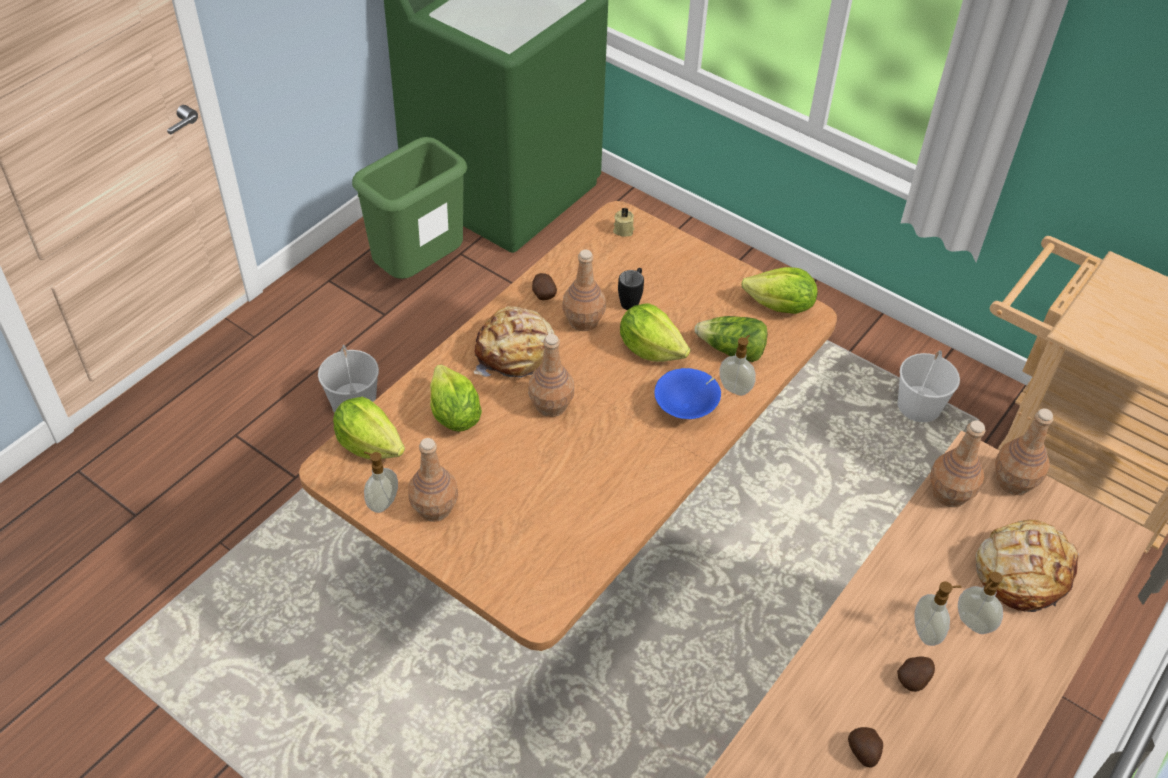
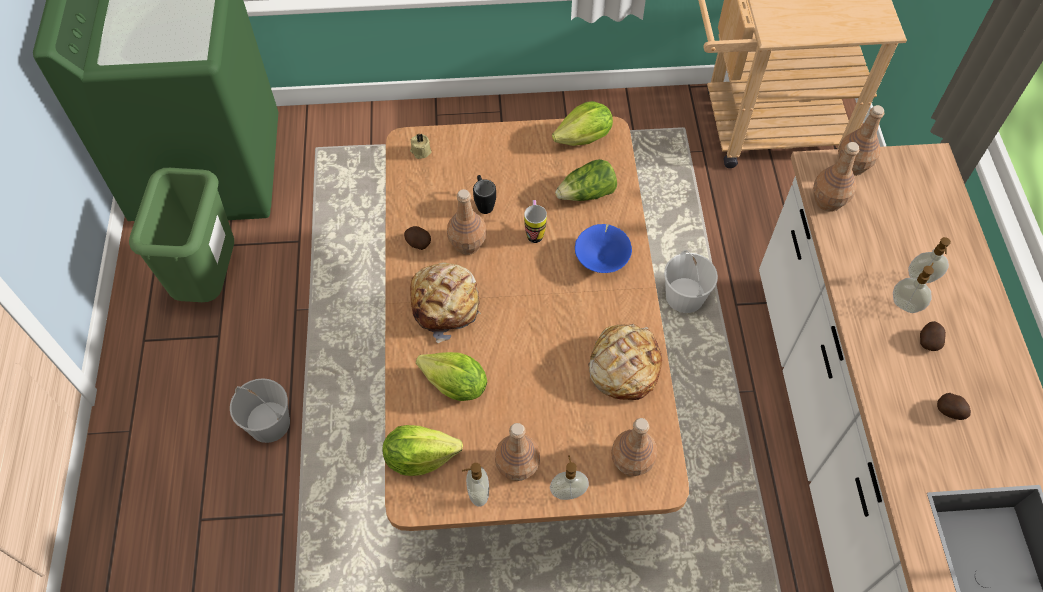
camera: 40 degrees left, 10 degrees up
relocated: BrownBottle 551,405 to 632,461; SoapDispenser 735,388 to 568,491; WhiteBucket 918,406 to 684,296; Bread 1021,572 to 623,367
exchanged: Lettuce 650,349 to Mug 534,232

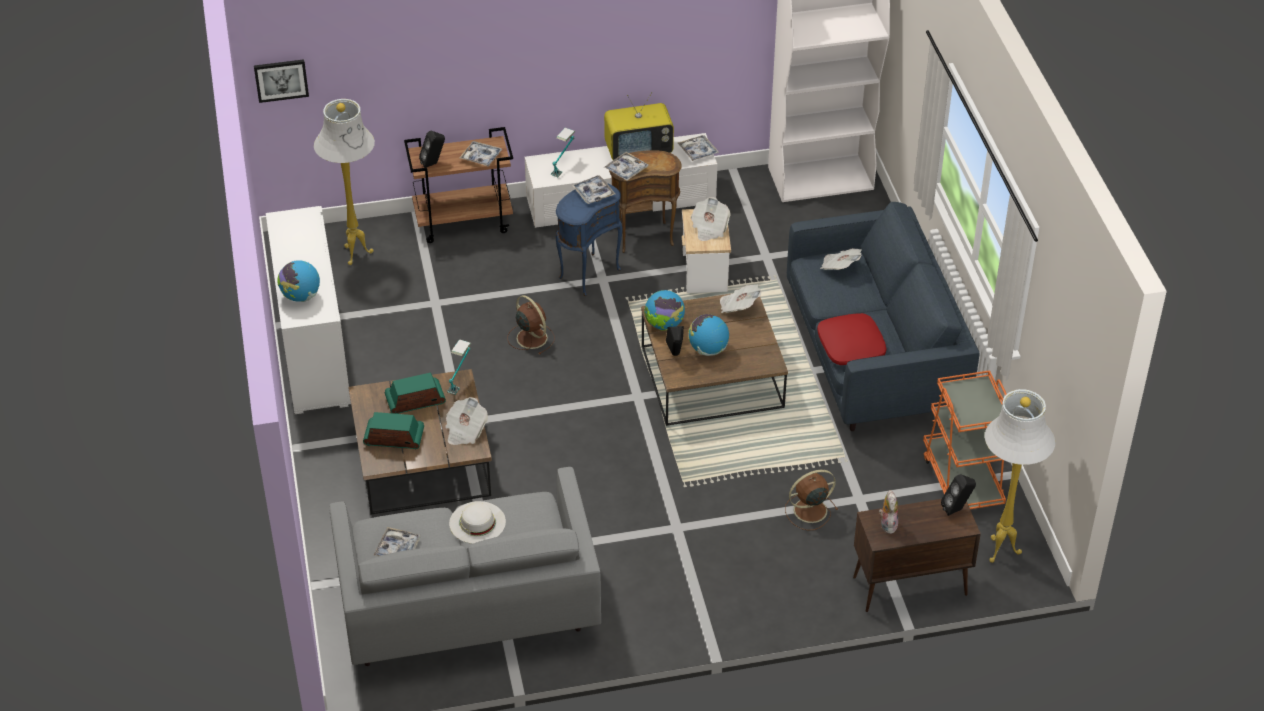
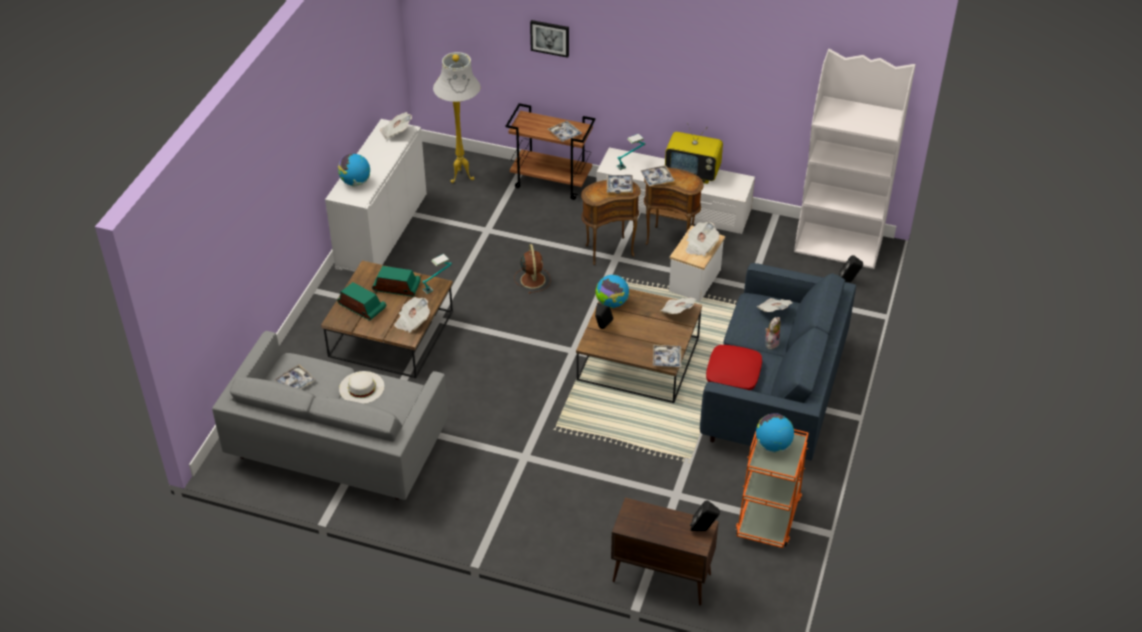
camera: 30 degrees right, 0 degrees up
missing: BrownFan 808,511; WhiteFloorLamp 999,550
appeared: Newspaper 396,132
relocated: Picture 281,80 to 550,38; BlackSpeaker 433,163 to 848,281; Tray 698,151 to 666,359; Globe 708,349 to 773,445; PlushToy 887,524 to 771,342
colour: BlueSideTable 587,273 to BrownSideTable 608,250

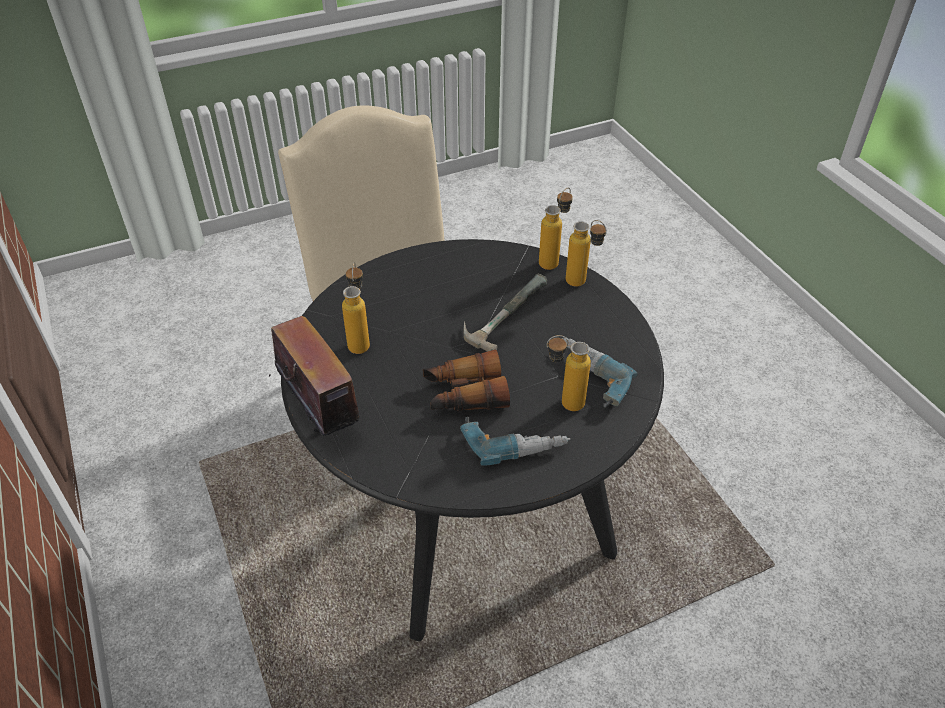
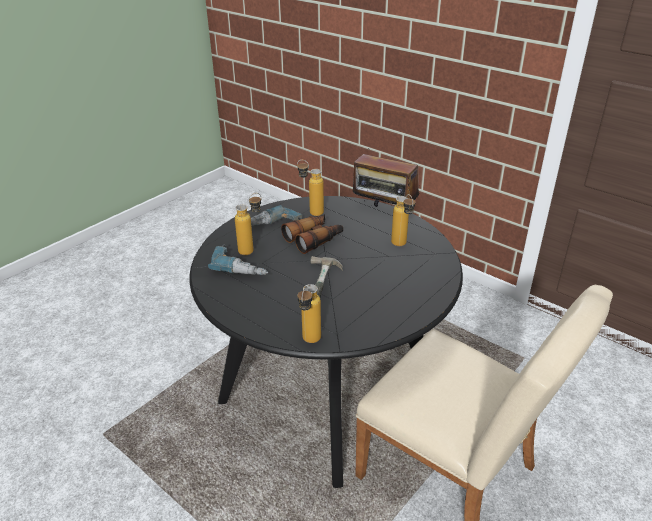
camera: 155 degrees right, 10 degrees down
relocated: Bottle 582,284 to 311,212

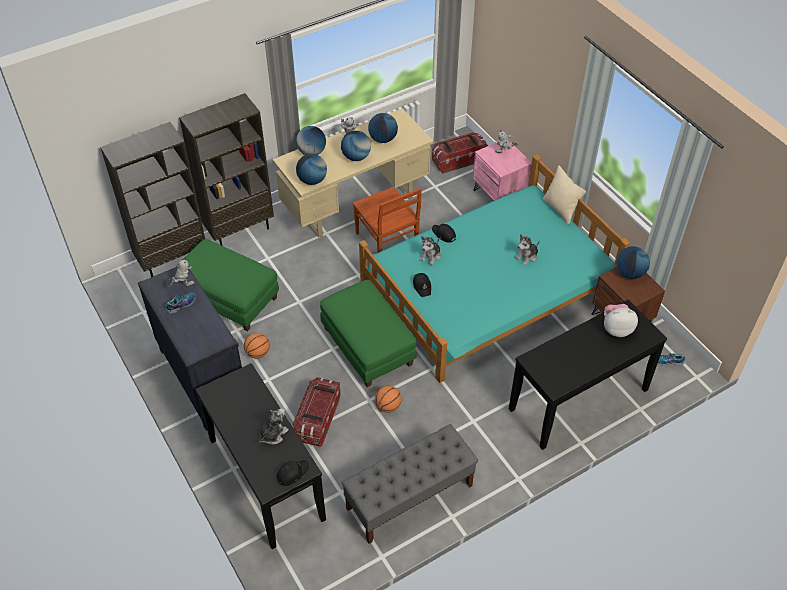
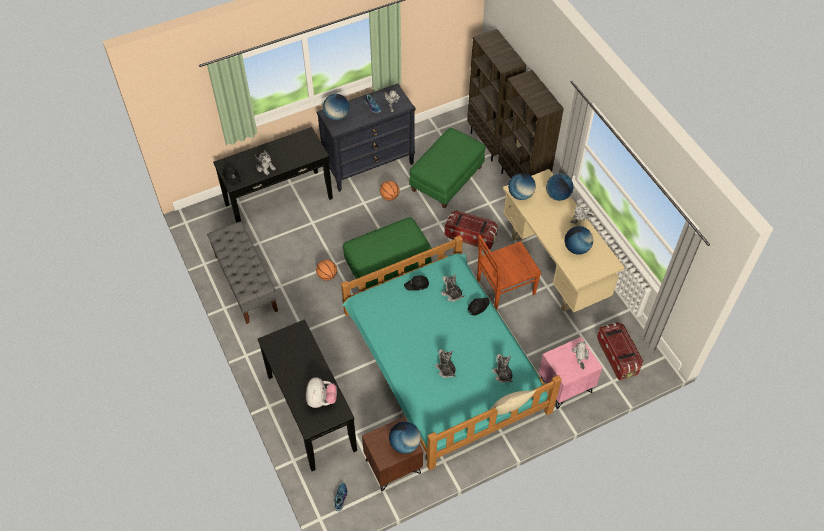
camera: 95 degrees right, 5 degrees up
appeared: PlushToy 502,374
relocated: StorageBox 318,419 to 470,236; Globe 356,157 to 337,116

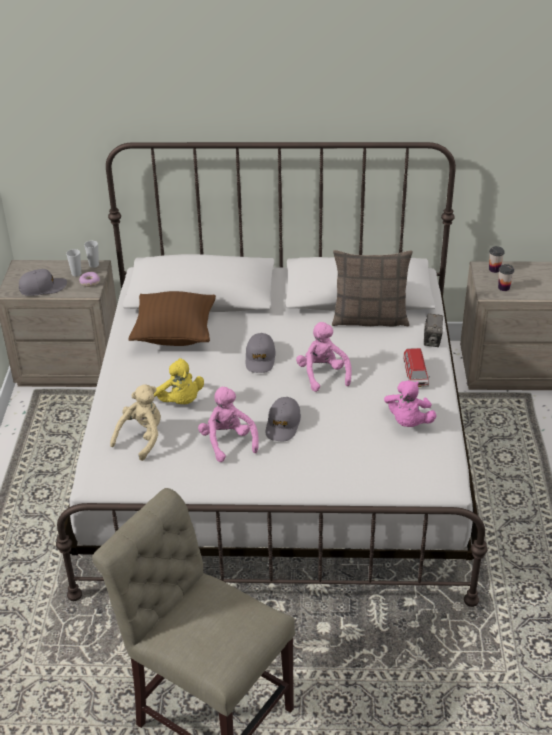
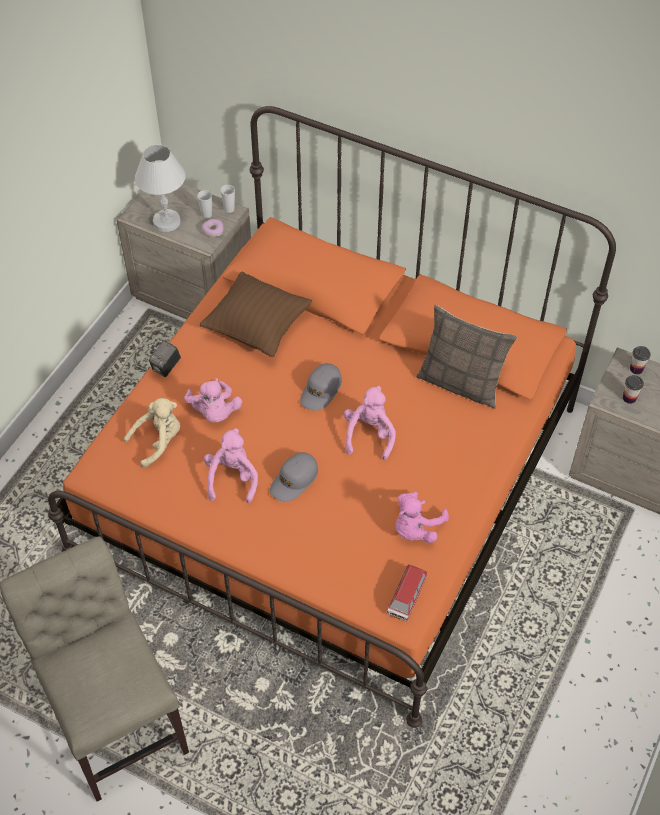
camera: 25 degrees right, 15 degrees up
relocated: ToyCar 415,375 to 406,597; PhotoCamera 432,341 to 166,367
exchanged: GreyCap 43,288 to WhiteTableLamp 166,221
colour: WhiteBed 277,456 to OrangeBed 329,478; YellowPlushToy 178,402 to PinkPlushToy 214,412

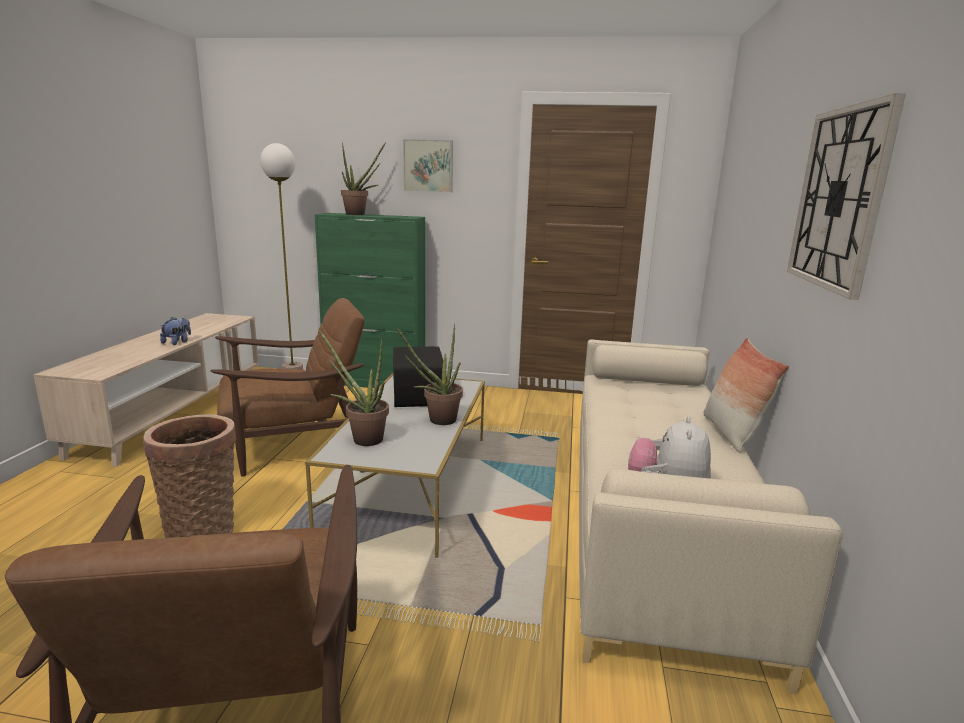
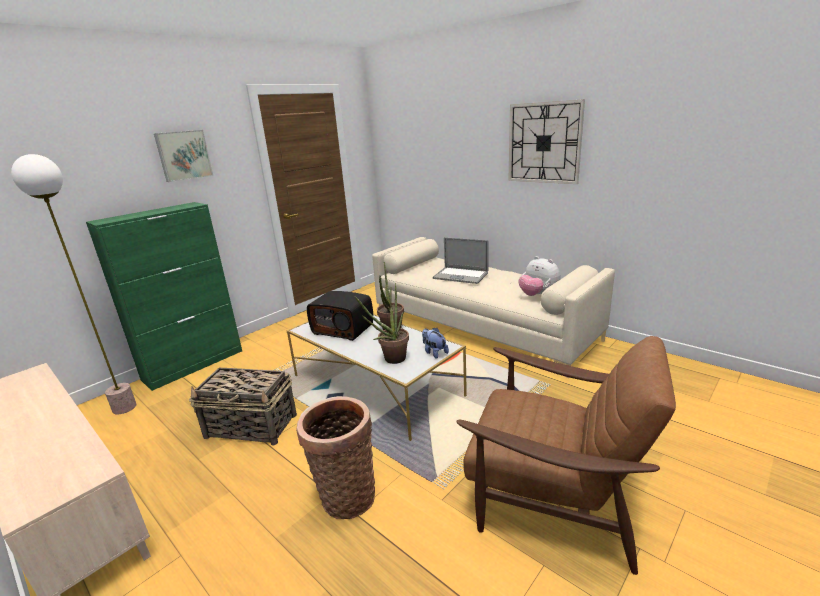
camera: 55 degrees left, 5 degrees up
missing: PottedPlant 359,214; Pillow 731,433
appeared: Laptop 460,275
relocated: PlushToy 177,342 to 434,352
exchanged: BrownArmchair 294,443 to Basket 252,426

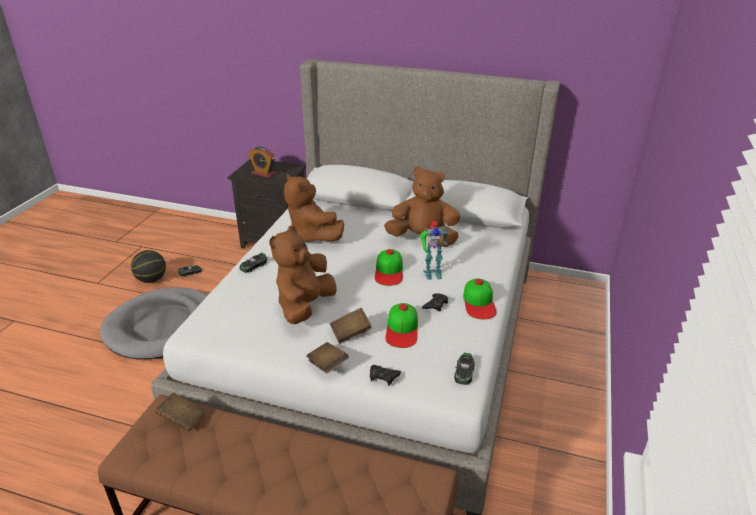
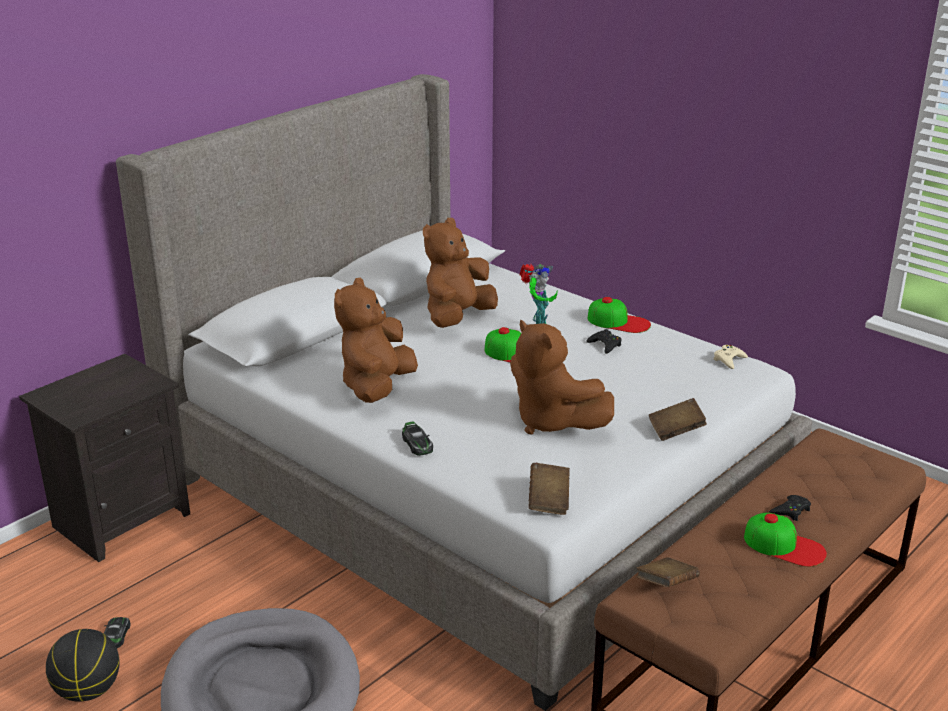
camera: 65 degrees left, 5 degrees down
missing: AlarmClock 263,173
relocated: BrownBook 350,333 to 548,501; BlackGameController 383,376 to 791,511; Cap 402,329 to 784,546
exchanged: ToyCar 464,372 to BeigeGameController 729,360
spun: BrownPlushToy 312,236 = 376,387 120 degrees clockwise

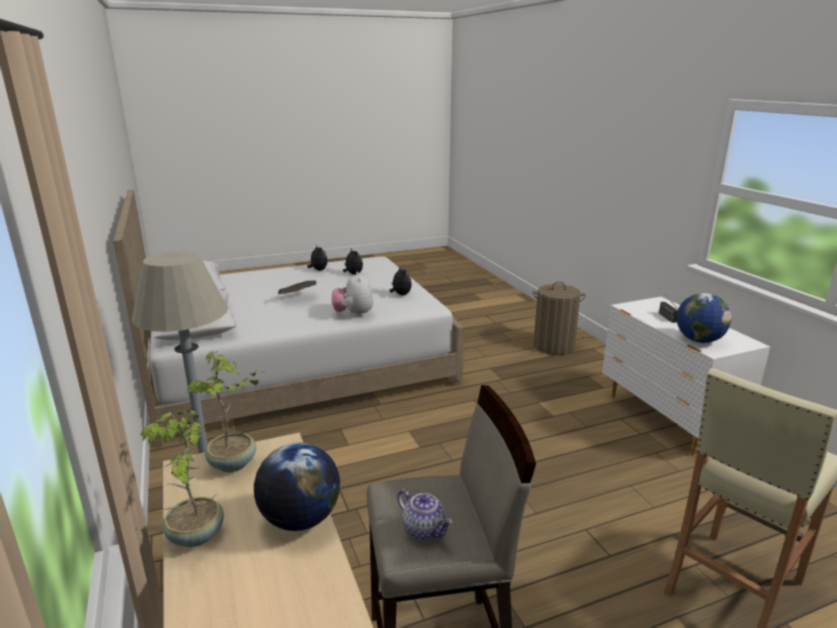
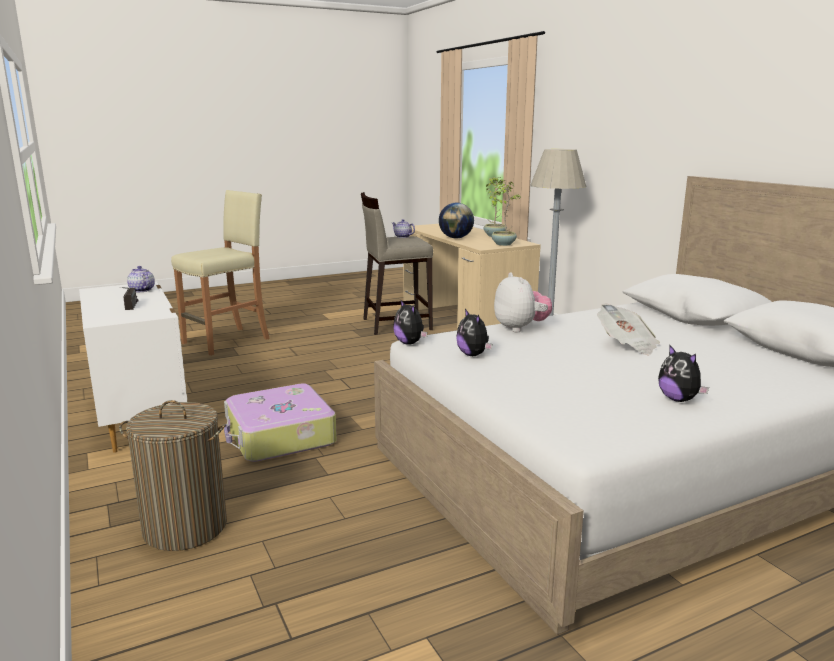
camera: 175 degrees right, 5 degrees down
appeared: Suitcase 279,436
relocated: PlushToy 353,274 to 410,343
exchanged: Globe 698,340 to Teapot 141,290

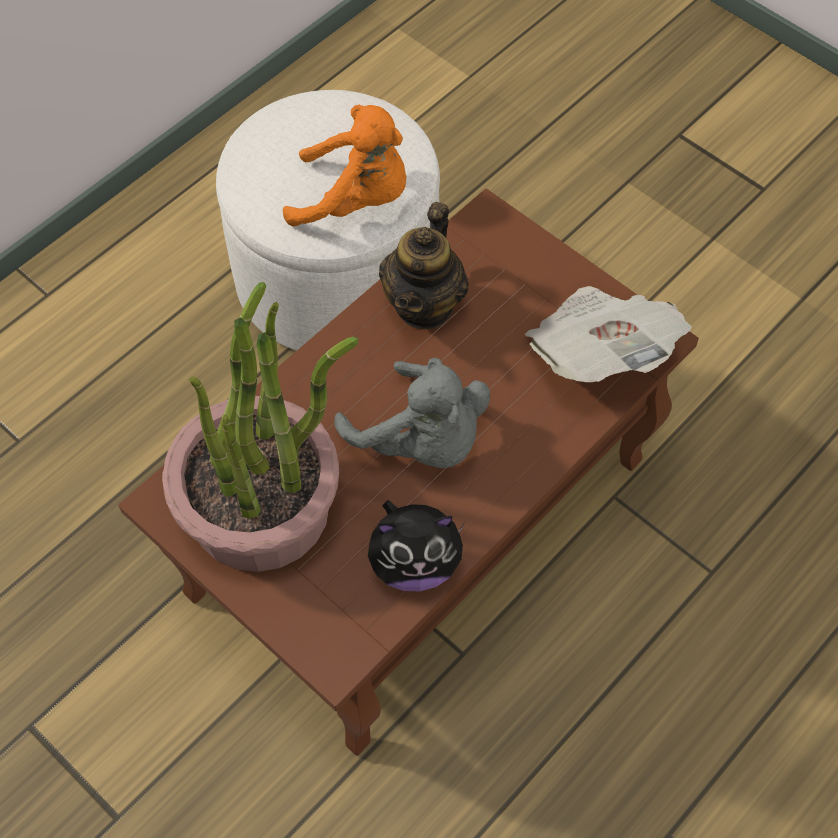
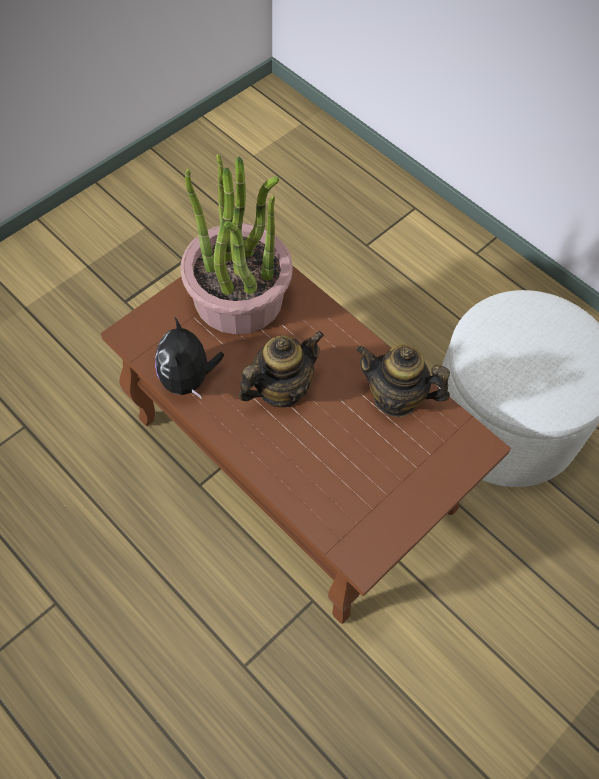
camera: 90 degrees right, 0 degrees up
missing: OrangePlushToy 356,200; Newspaper 600,353
exchanged: GreyPlushToy 421,441 to Teapot 280,389

